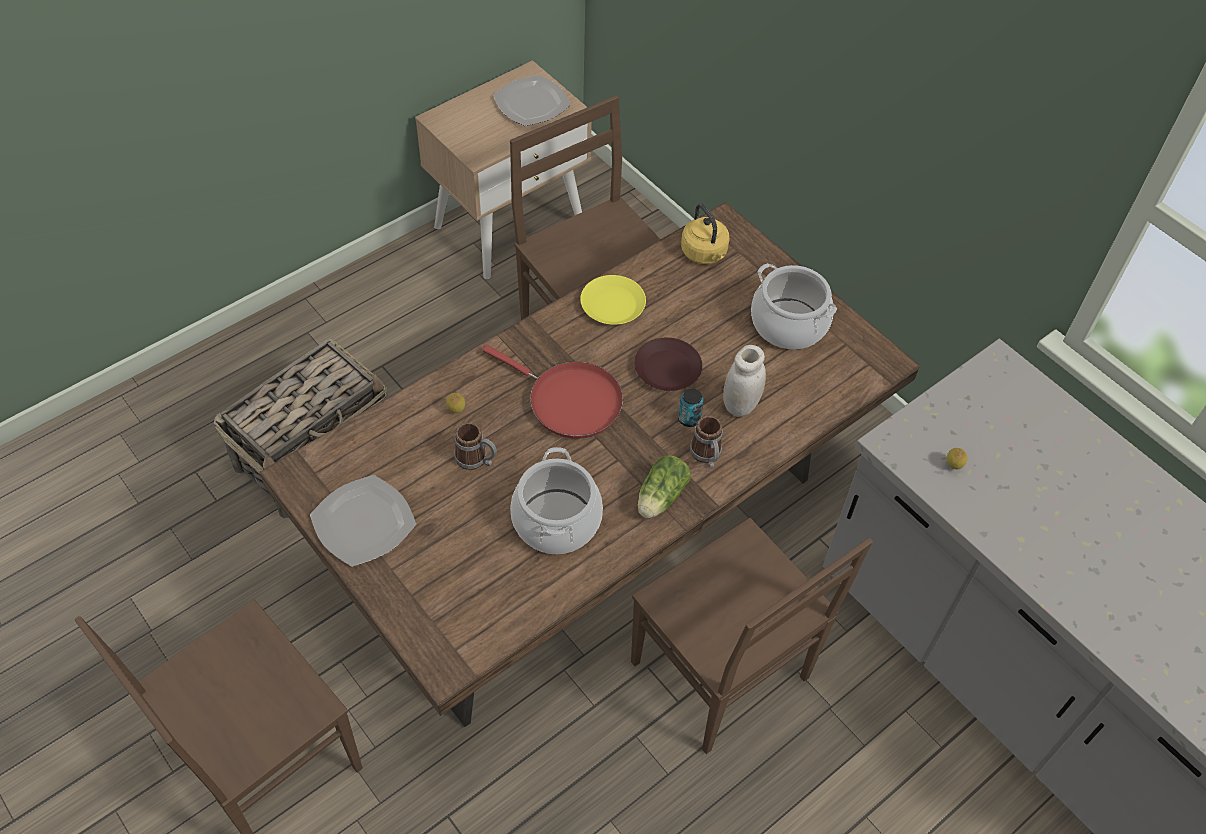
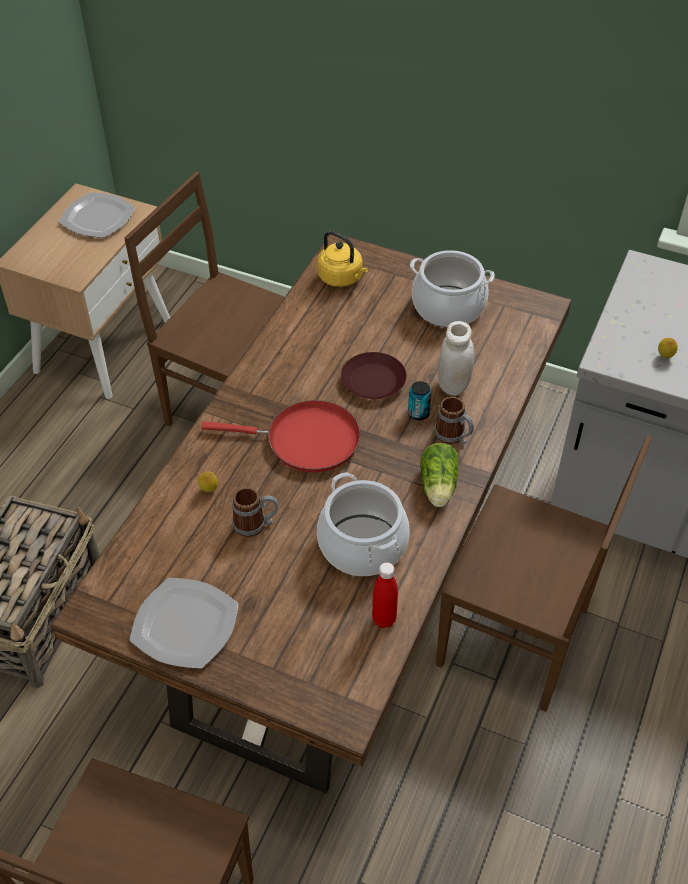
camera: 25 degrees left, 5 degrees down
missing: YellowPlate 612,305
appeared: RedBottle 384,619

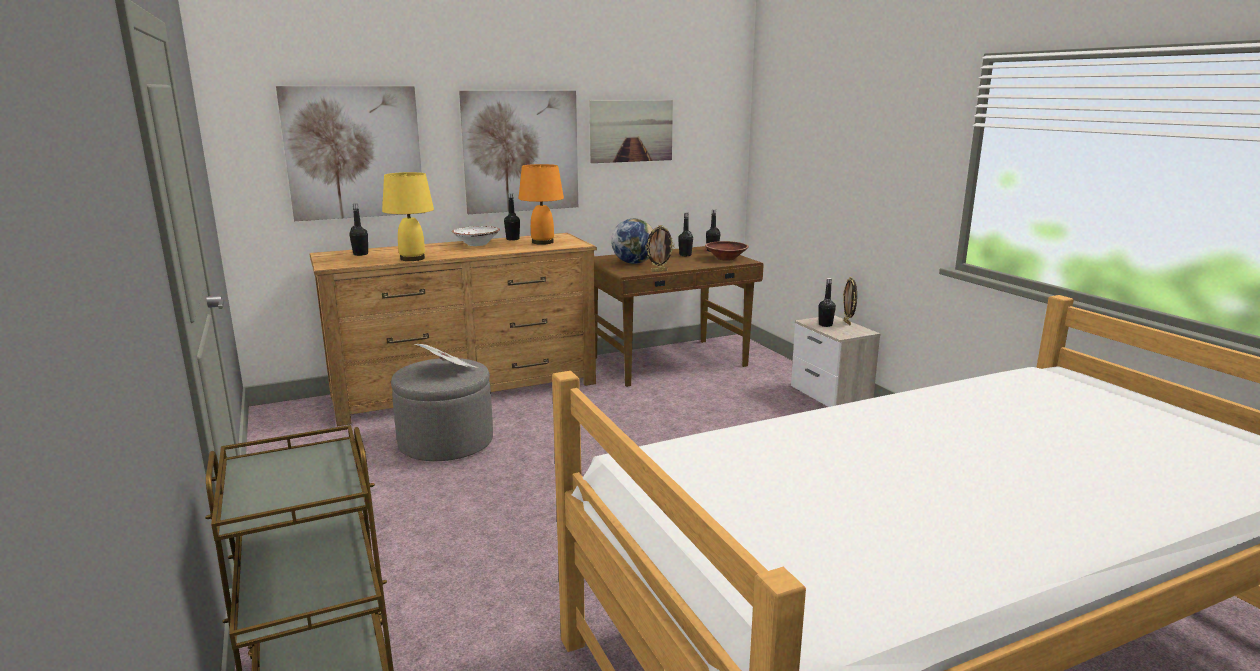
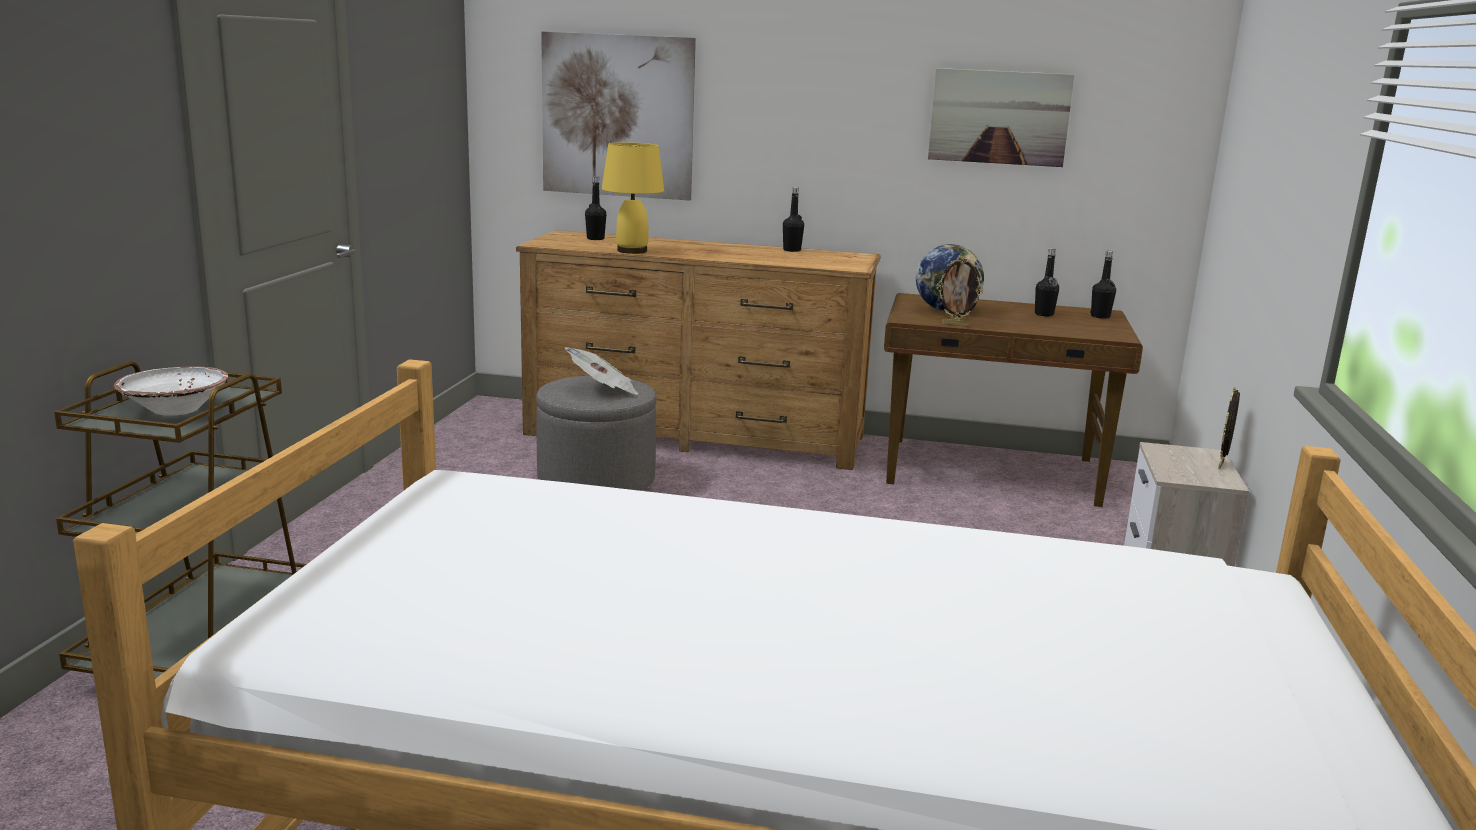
camera: 35 degrees right, 0 degrees up
missing: Picture 521,151; OrangeTableLamp 542,242; BrownBowl 726,258; BlackBottle 825,325
relocated: WhiteBowl 477,244 to 175,410

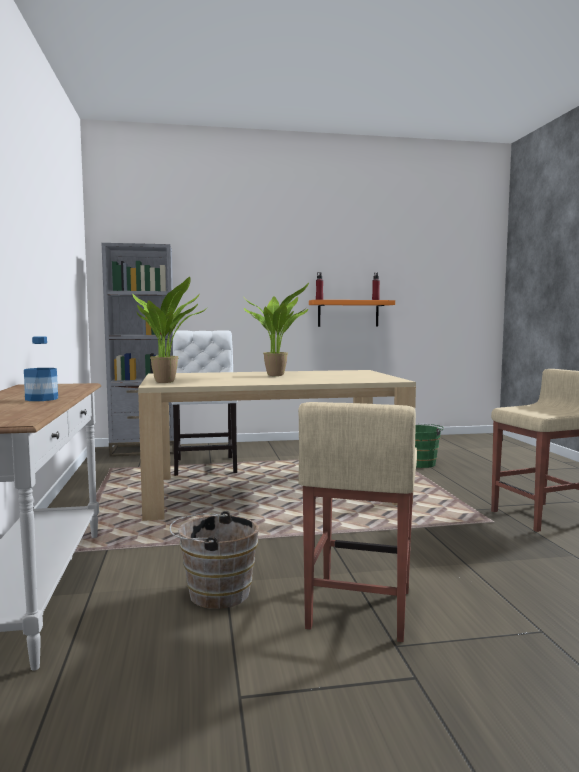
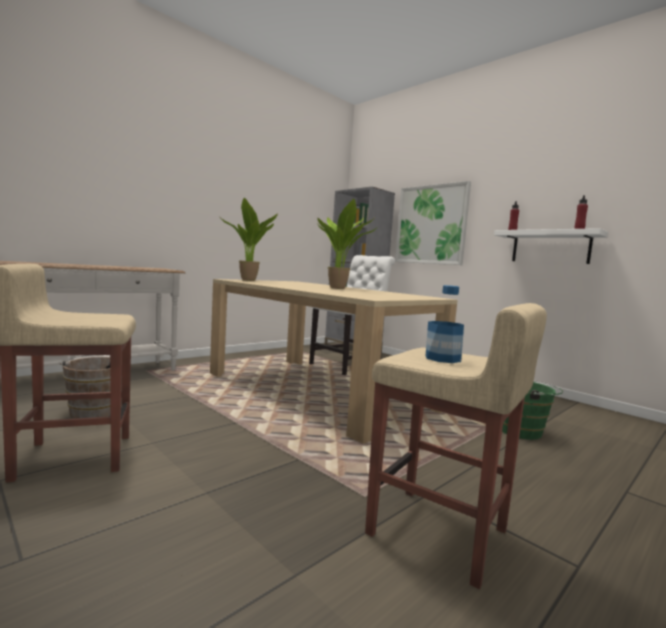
camera: 55 degrees right, 0 degrees up
appeared: Picture 431,225
relocated: Bottle 41,399 to 442,358
colour: OrangeShelf 348,313 to WhiteShelf 550,247

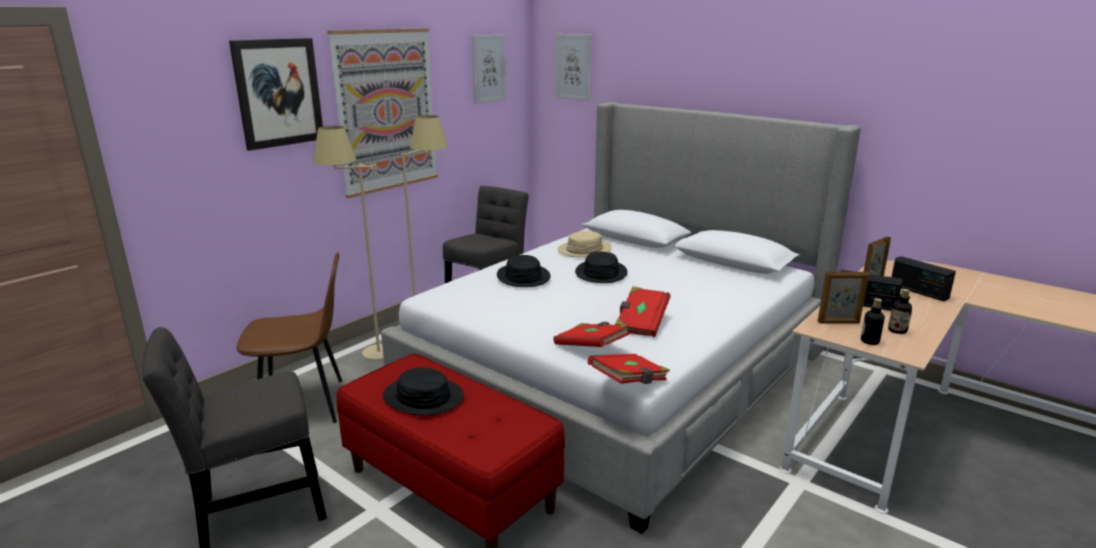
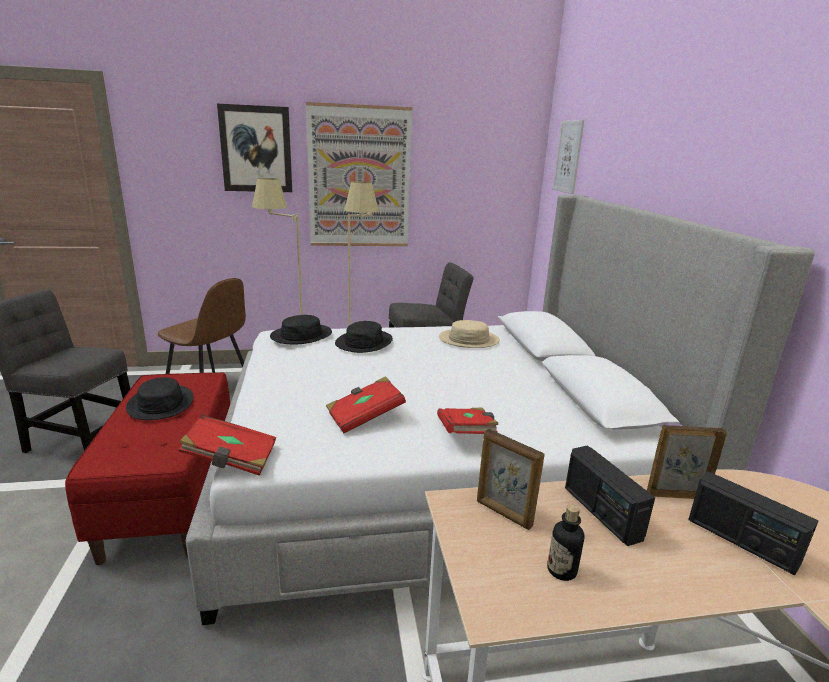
camera: 40 degrees right, 0 degrees up
missing: Picture 488,68; Bottle 869,341
relocated: RedBook 591,347 to 466,434; BlackHat 600,273 to 301,335
spun: Radio 918,291 = 741,541 45 degrees counterclockwise

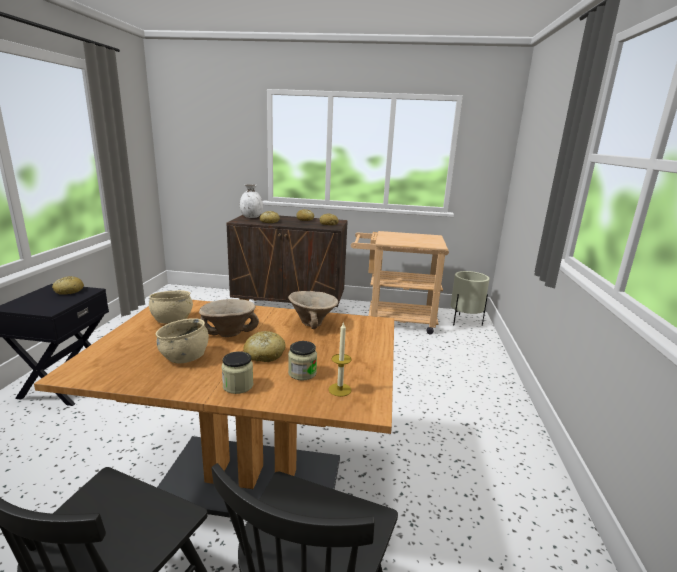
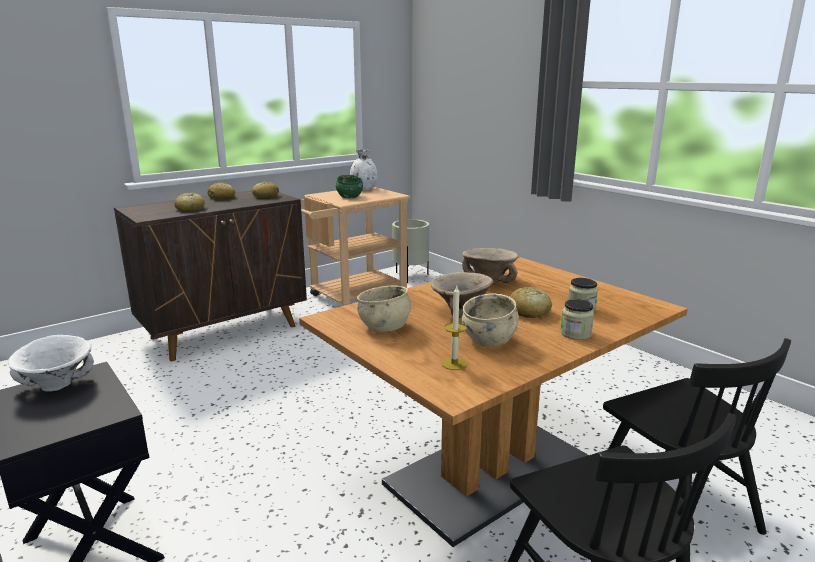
camera: 45 degrees left, 0 degrees up
appeared: GreenBowl 349,196
relocated: WhiteVase 251,217 to 363,189; Candle 340,389 to 454,364
exchanged: Bread 68,291 to WhiteBowl 57,386

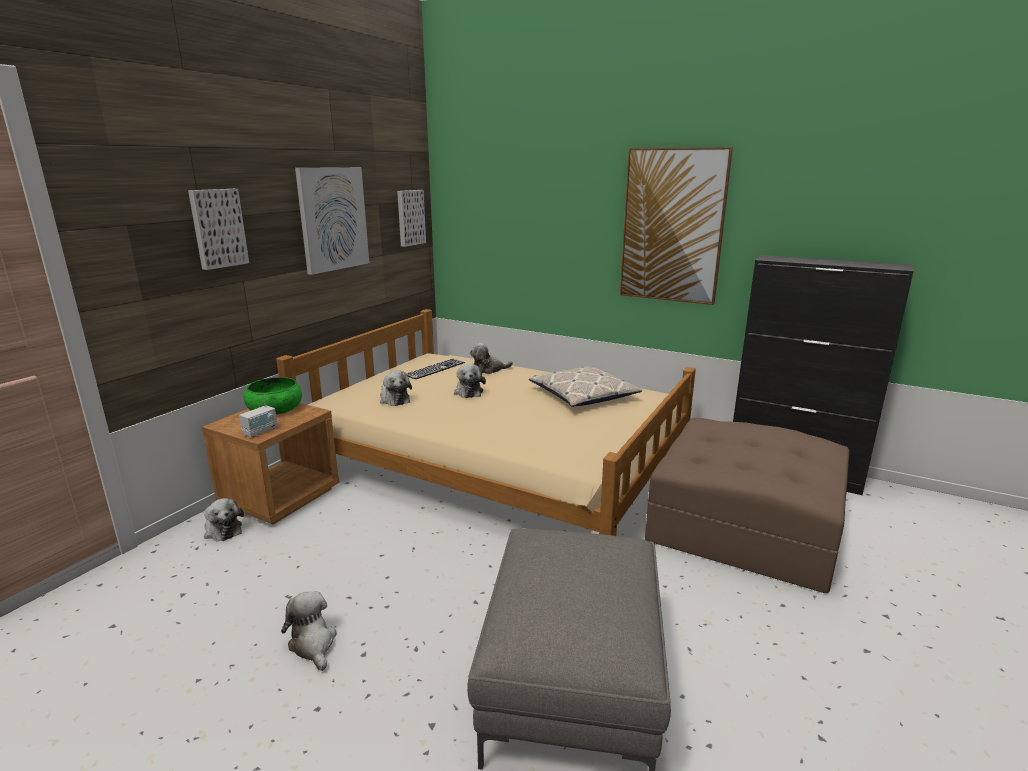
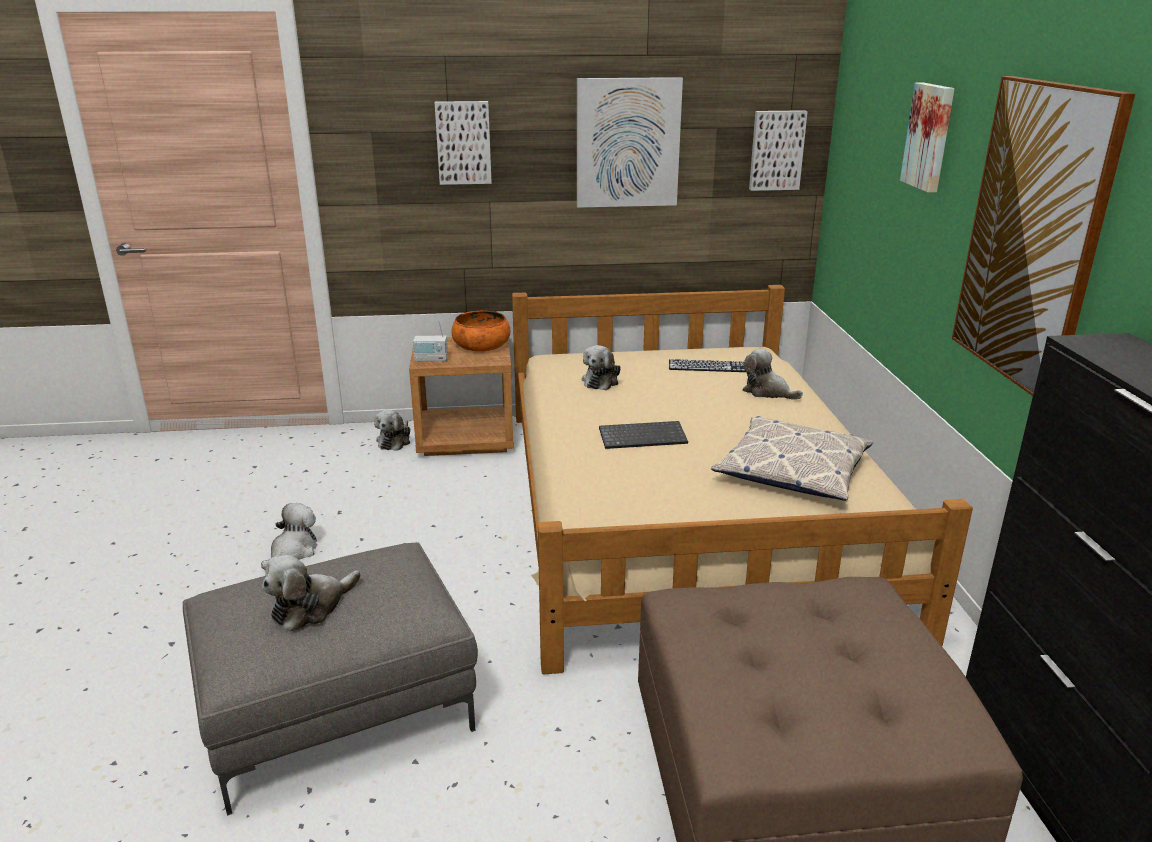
camera: 55 degrees right, 5 degrees up
appeared: Keyboard 643,436; Picture 930,136
relocated: PlushToy 468,391 to 311,607
colour: GreenBowl 275,409 to OrangeBowl 481,345

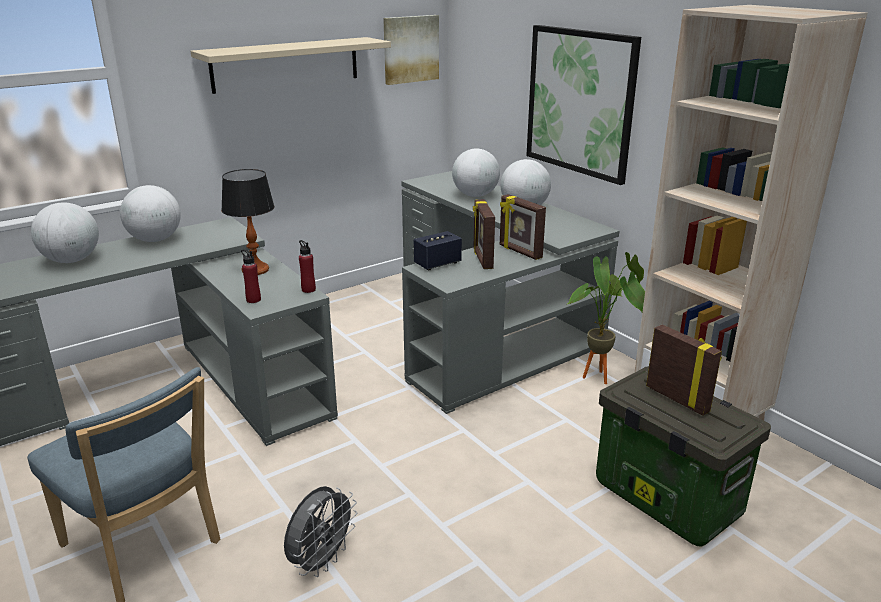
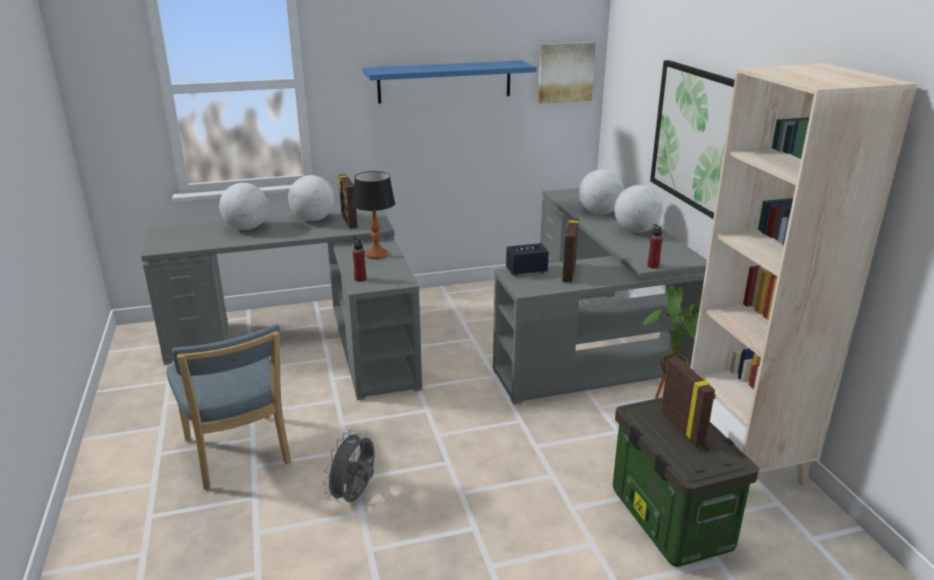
camera: 20 degrees right, 0 degrees up
relocated: RedBottle 308,289 to 653,266; PictureFrame 519,252 to 348,222
colour: BeigeShelf 286,64 to BlueShelf 445,81
spun: GreyFan 321,561 = 355,496 150 degrees clockwise

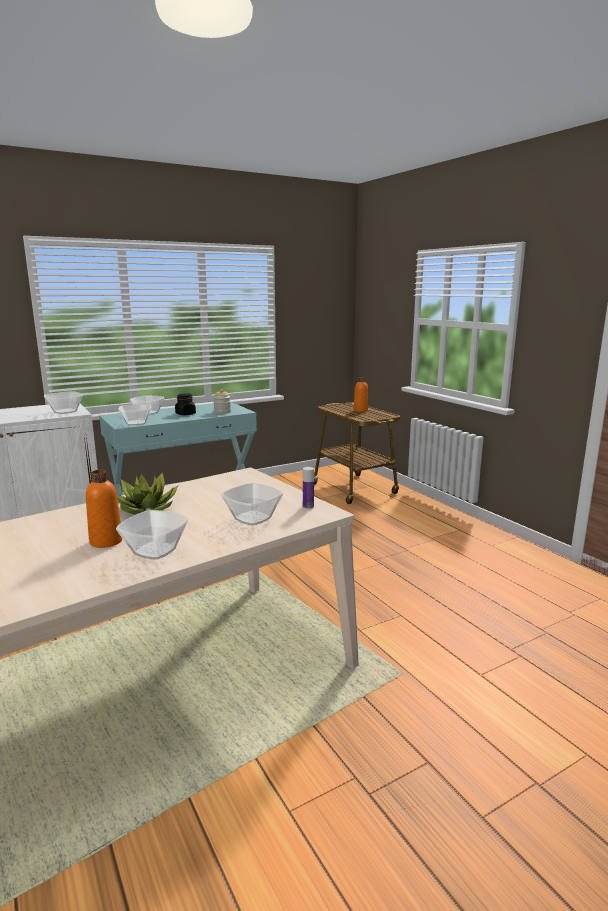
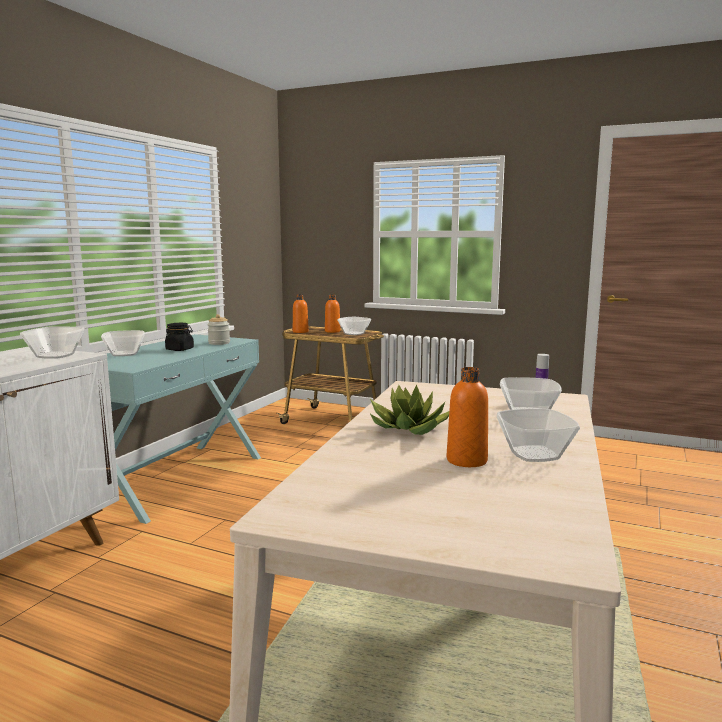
camera: 35 degrees left, 5 degrees down
appeared: OrangeBottle 300,332
relocated: Bowl 136,423 to 354,333

